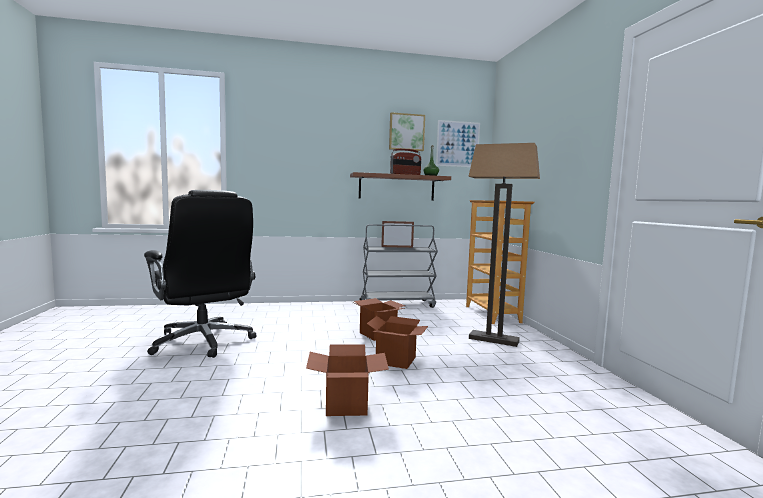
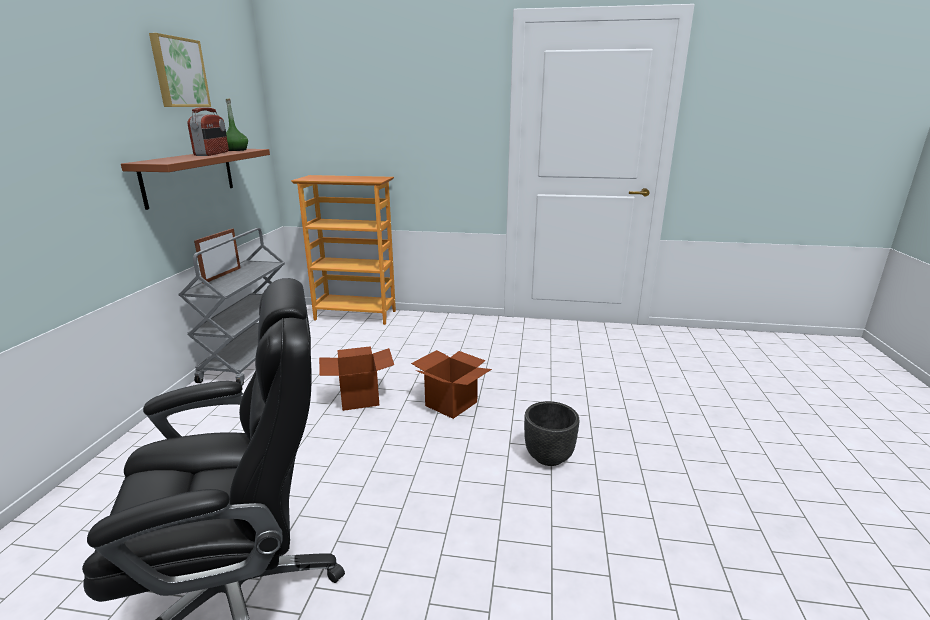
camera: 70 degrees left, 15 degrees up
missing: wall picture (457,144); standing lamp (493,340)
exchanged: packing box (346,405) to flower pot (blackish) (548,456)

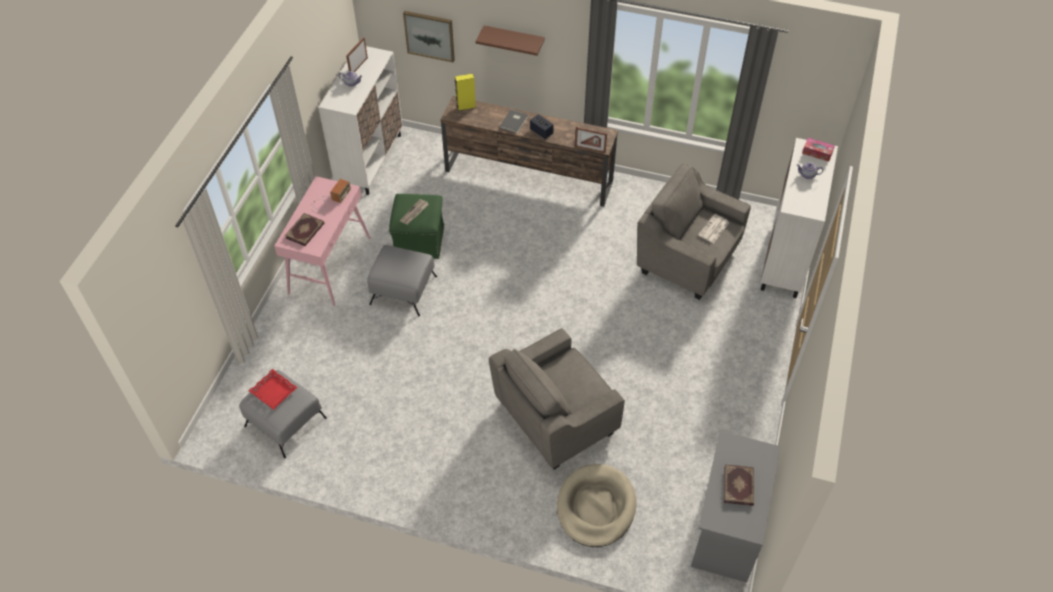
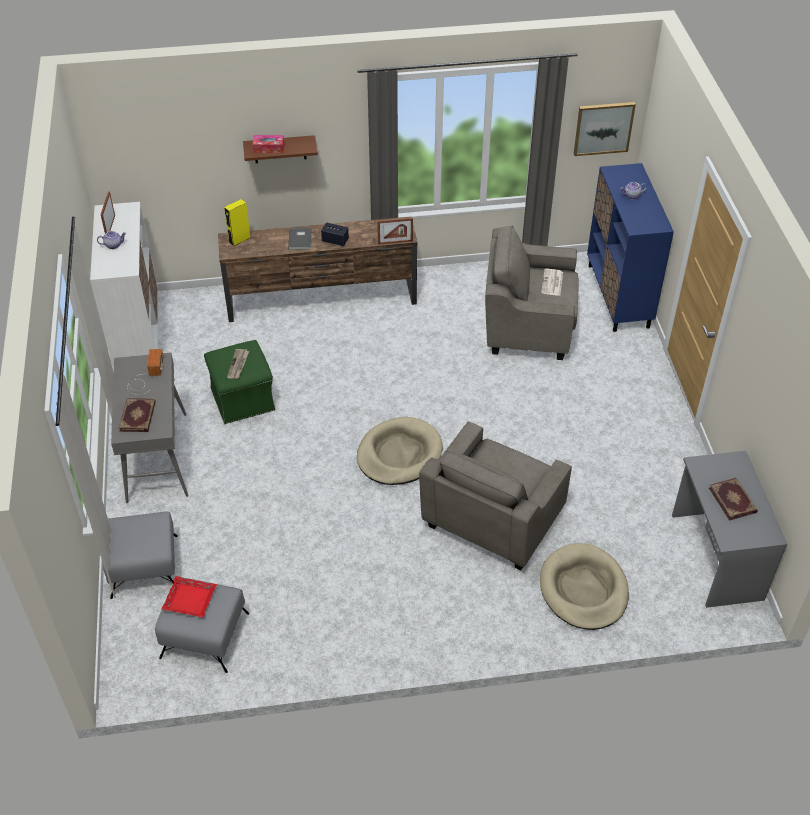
camera: 25 degrees left, 5 degrees down
appeared: pet bed (beige) (399,454)
relocated: footrest (gray) (403,290) to (144,566); wall picture (429,35) to (603,128); tissue box (817,153) to (269,148)
colour: hall table (pink) (329,265) to hall table (gray) (156,457); storage cabinet (whitish) (785,258) to storage cabinet (blue) (618,296)

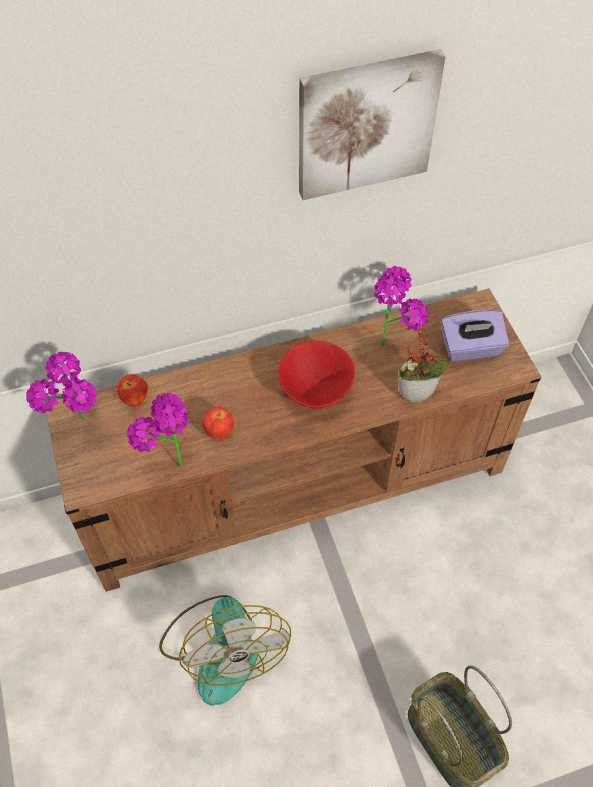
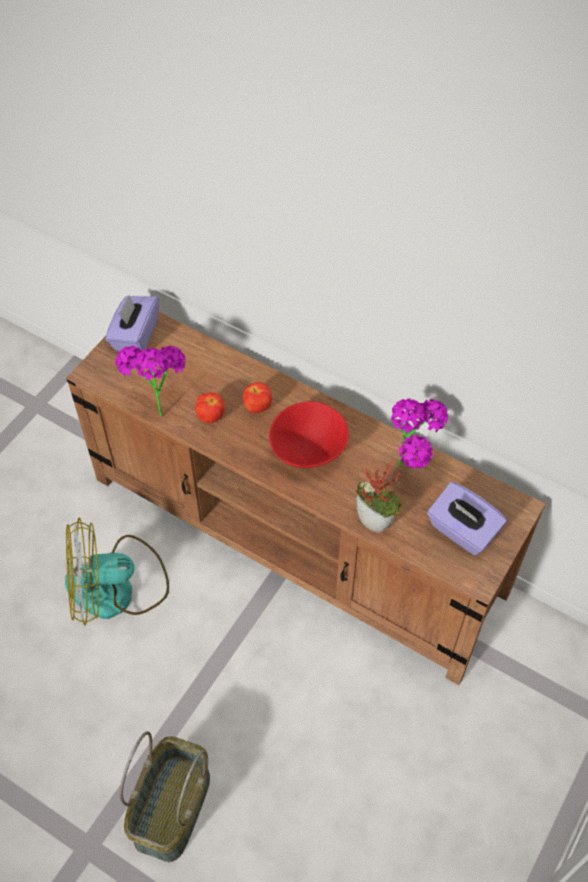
camera: 50 degrees right, 0 degrees up
missing: wall picture (365,124)
relocated: apple (135,400) to (257,408)
exchanged: potted plant (79,430) to tissue box (purplish) (135,336)
spun: fan (222,648) = (116,588) 45 degrees clockwise

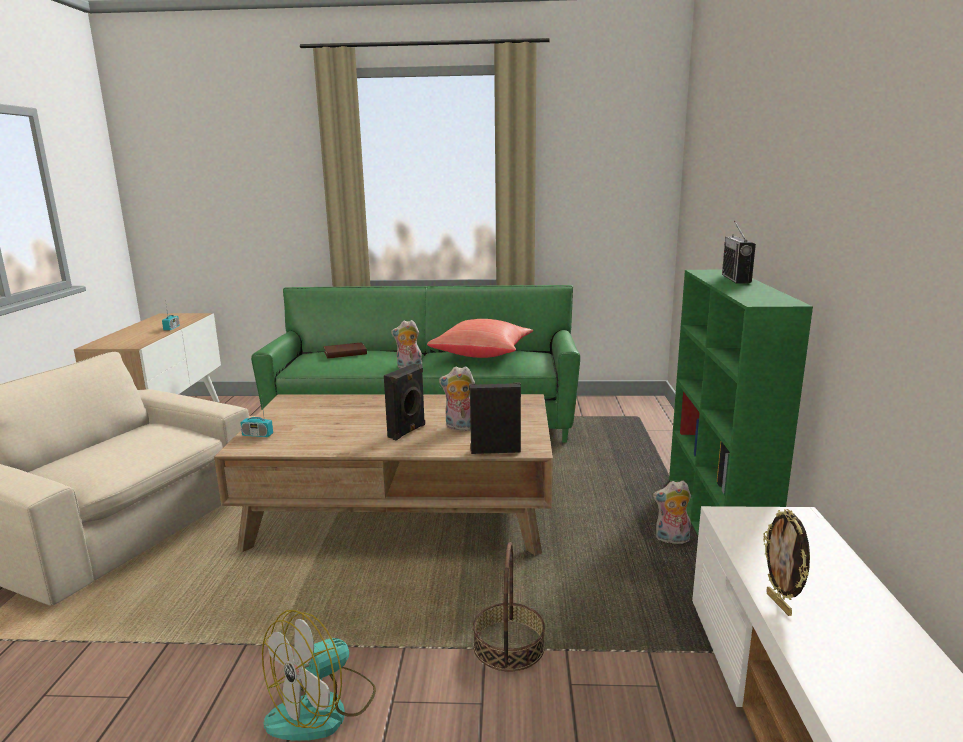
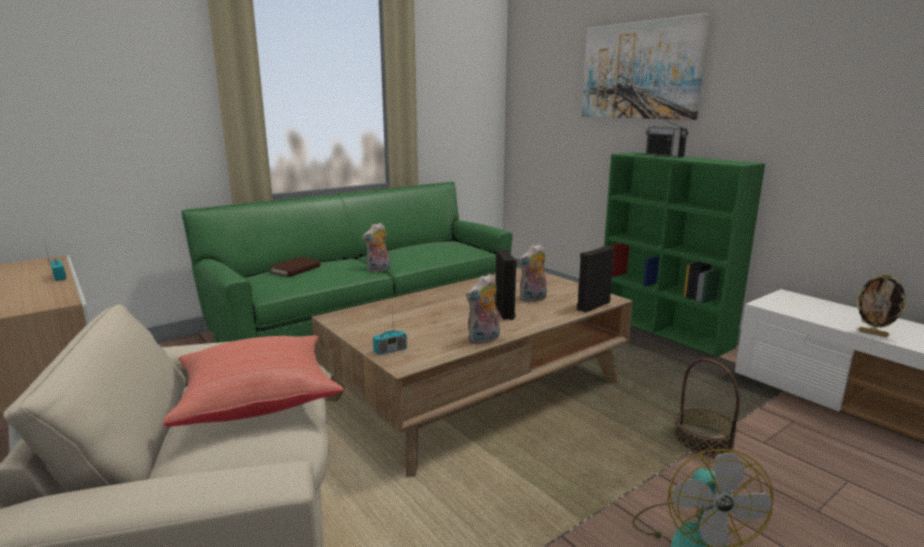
camera: 40 degrees left, 0 degrees up
appeared: wall picture (640,70)
relocated: throw pillow (reddish) (482,354) to (257,401); soft toy (671,540) to (484,340)

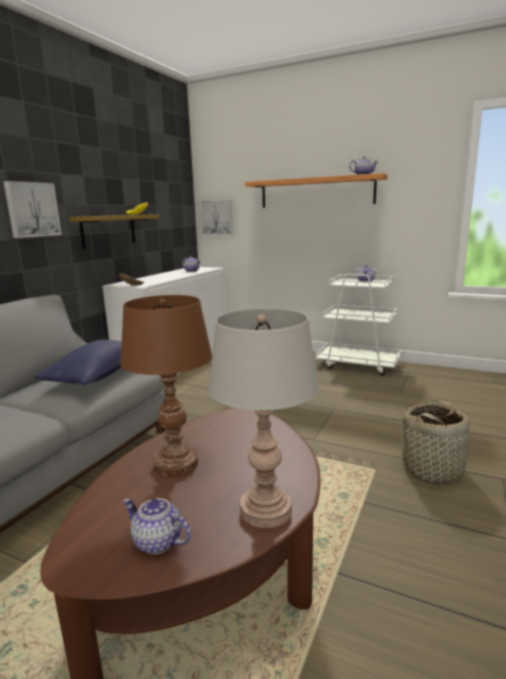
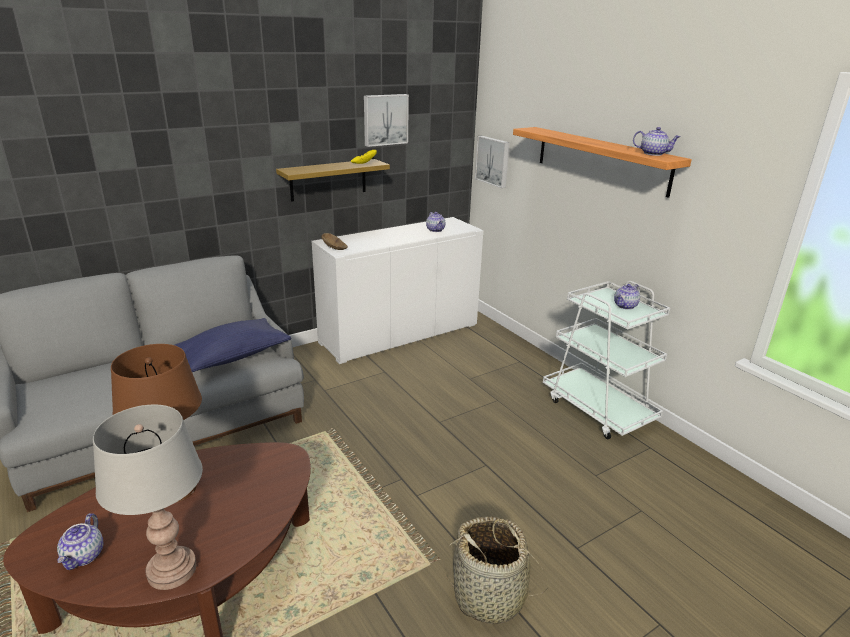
camera: 30 degrees right, 10 degrees up
relocated: wall picture (32,209) to (385,119)
spun: teapot (157,542) = (84,556) 150 degrees counterclockwise

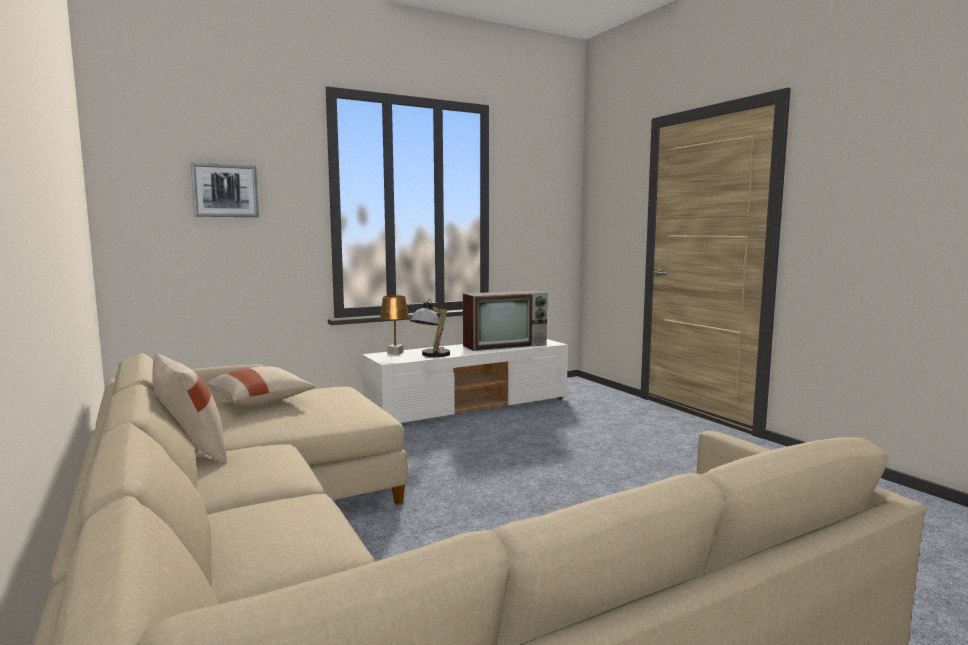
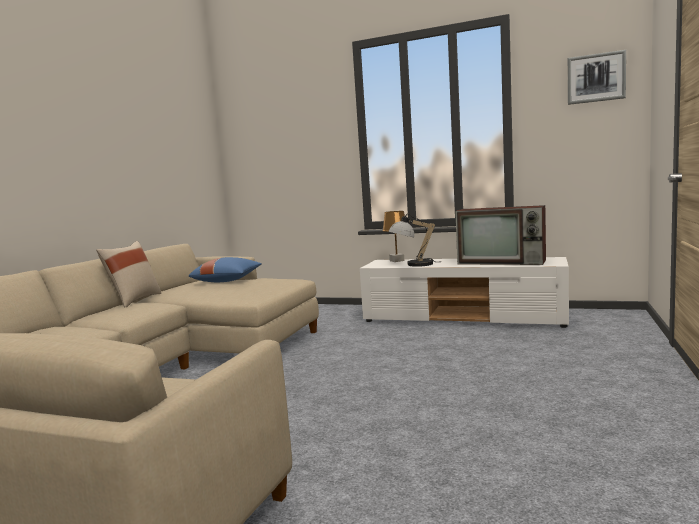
camera: 50 degrees right, 0 degrees up
relocated: wall picture (225,190) to (596,78)
colour: throw pillow (beige) (261,401) to throw pillow (blue) (228,281)

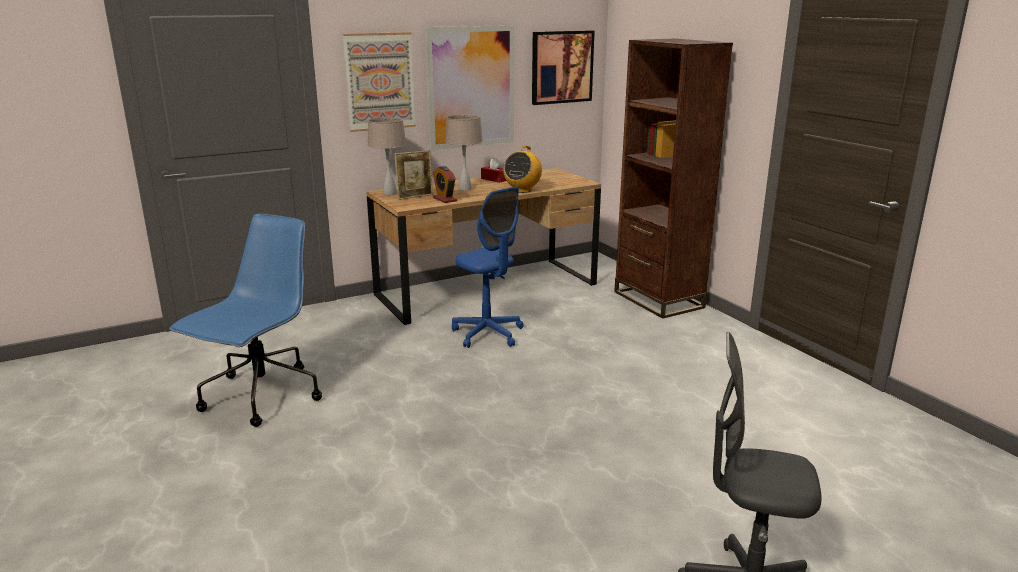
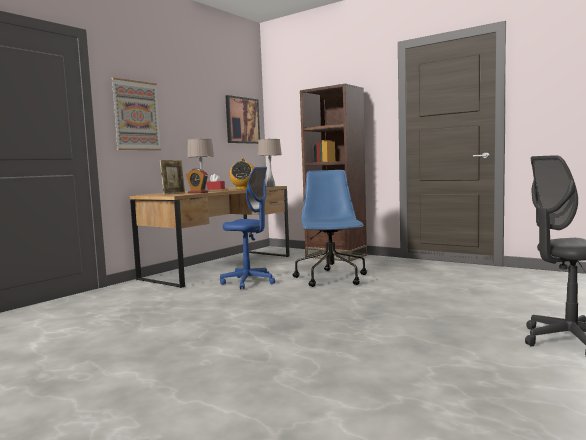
camera: 25 degrees left, 15 degrees down
missing: wall picture (471,87)
relocated: desk chair (blue) (261,397) to (331,278); lamp for a table (beige) (389,193) to (271,186)

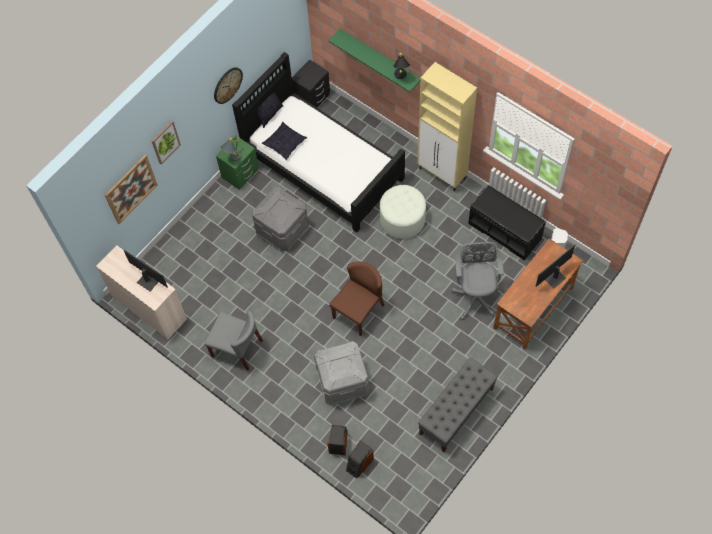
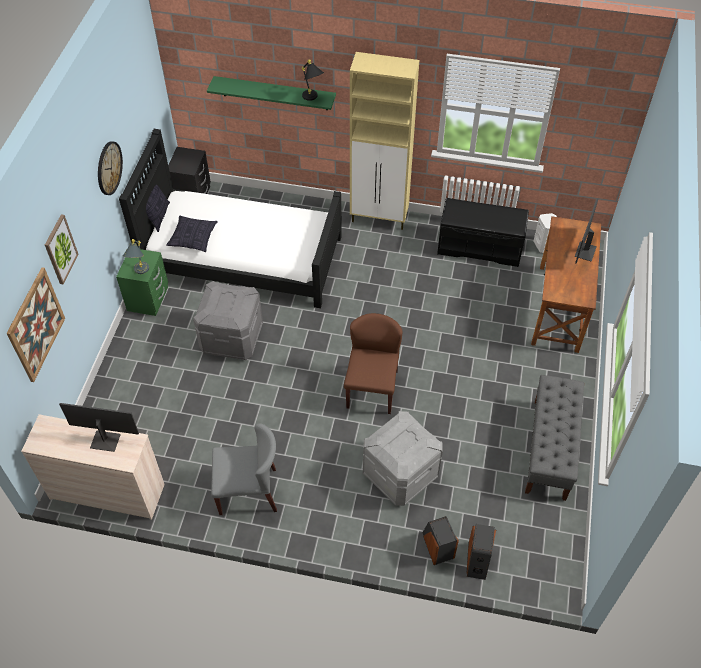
camera: 30 degrees left, 10 degrees down
missing: footrest (whitish) (402,219); desk chair (gray) (475,296)

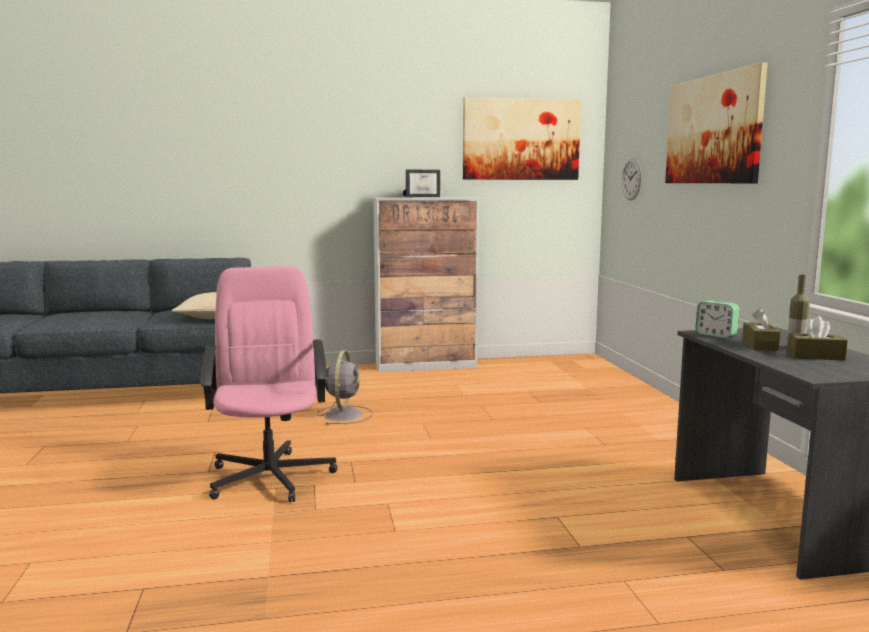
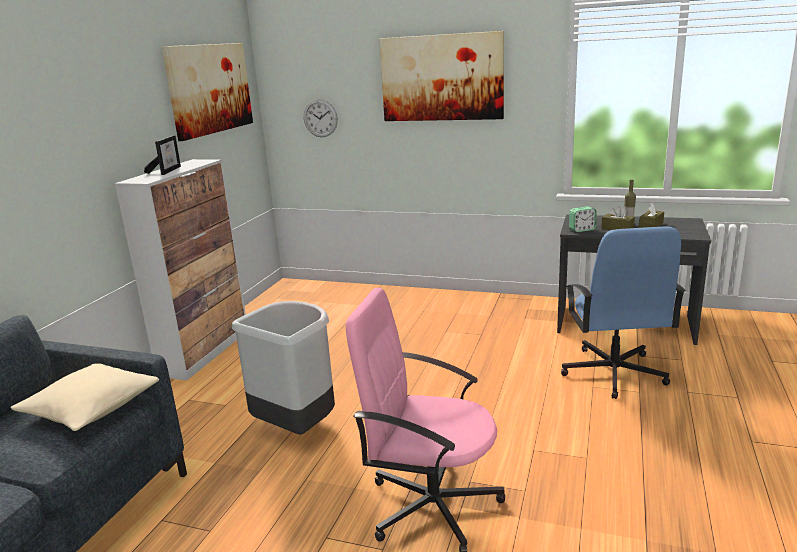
camera: 60 degrees left, 10 degrees up
appeared: desk chair (blue) (613,373)
exchanged: fan (gray) (344,415) to rubbish bin (gray) (297,428)

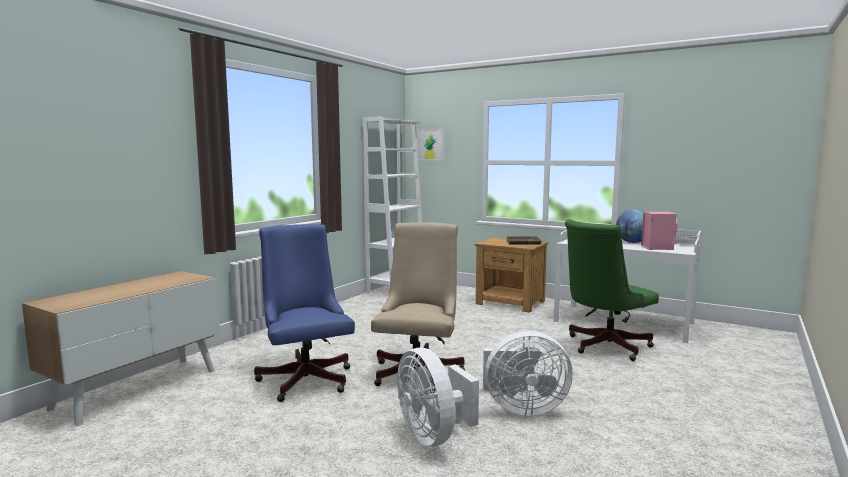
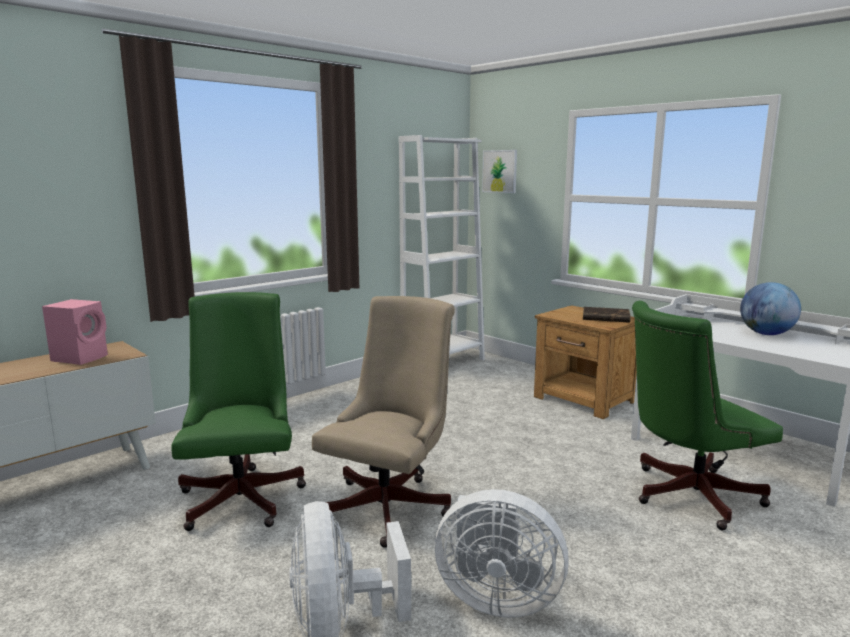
camera: 15 degrees right, 5 degrees up
relocated: loudspeaker (pink) (657,248) to (81,358)
colour: desk chair (blue) (306,377) to desk chair (greenish) (243,494)

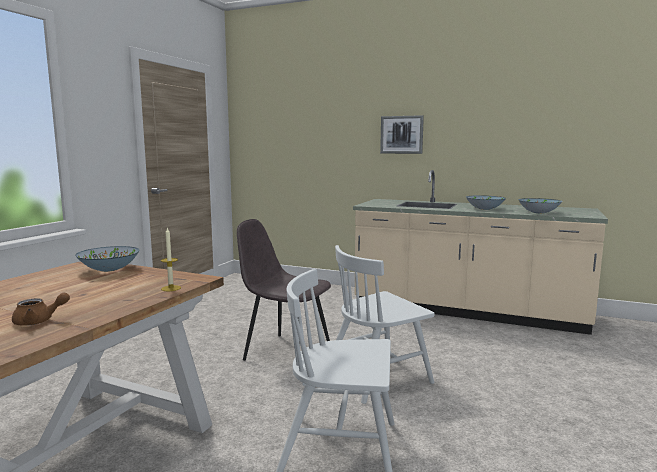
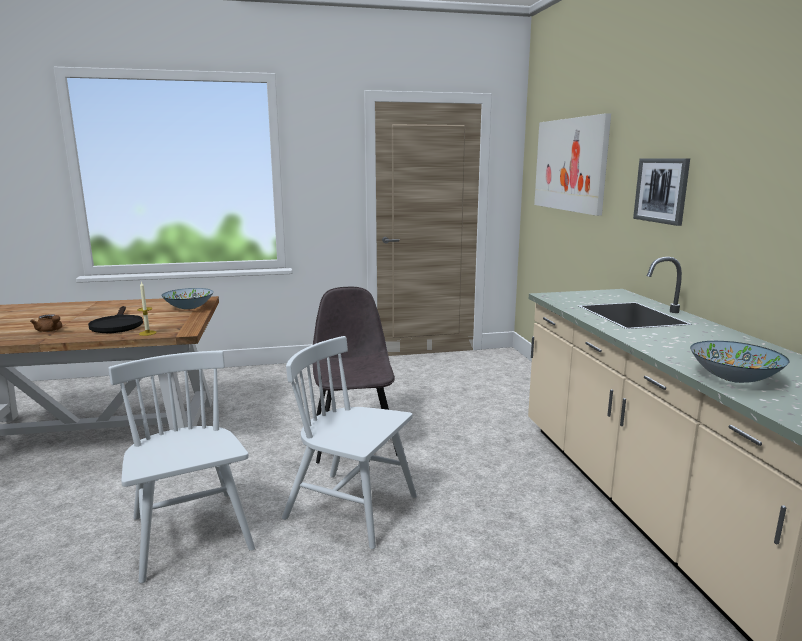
camera: 55 degrees right, 5 degrees up
missing: deep dish (485,209)
appeared: pan (blackish) (117,325); wall picture (570,164)

